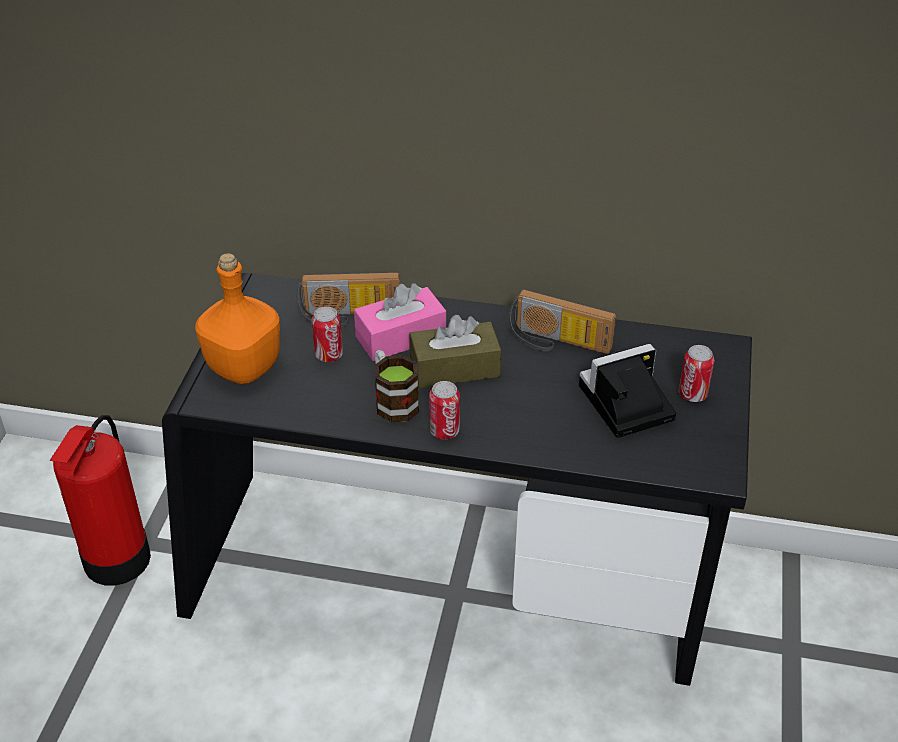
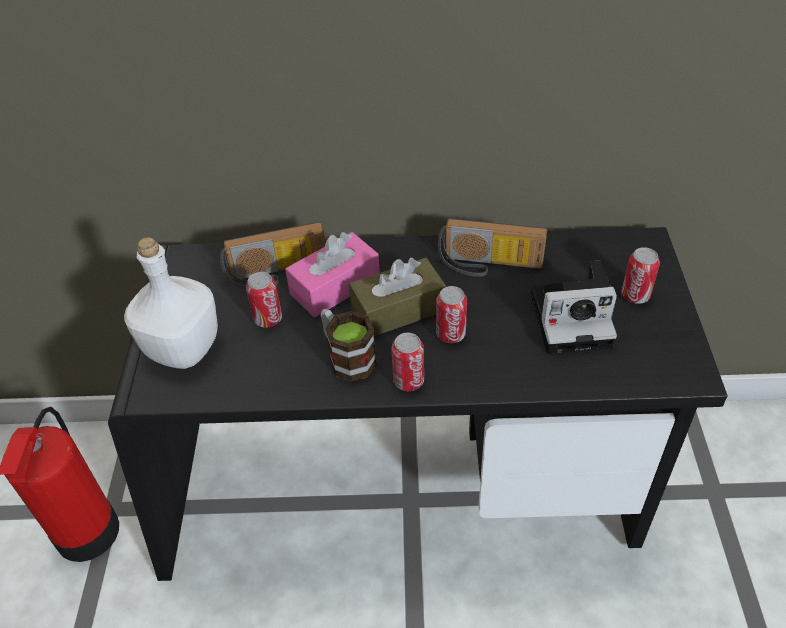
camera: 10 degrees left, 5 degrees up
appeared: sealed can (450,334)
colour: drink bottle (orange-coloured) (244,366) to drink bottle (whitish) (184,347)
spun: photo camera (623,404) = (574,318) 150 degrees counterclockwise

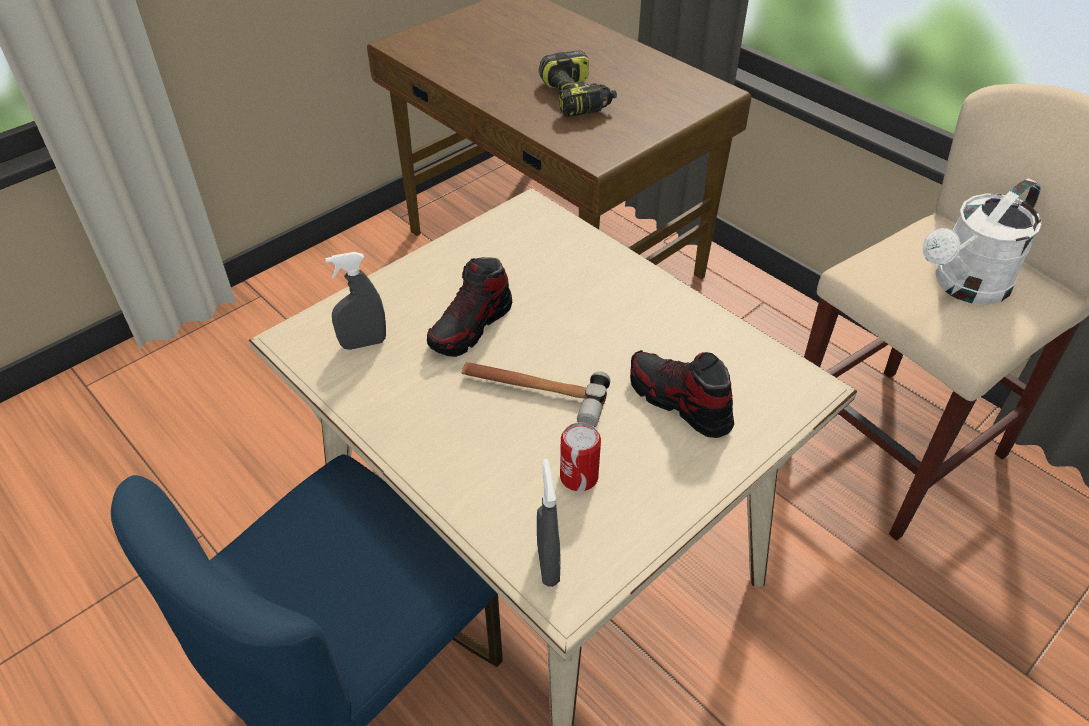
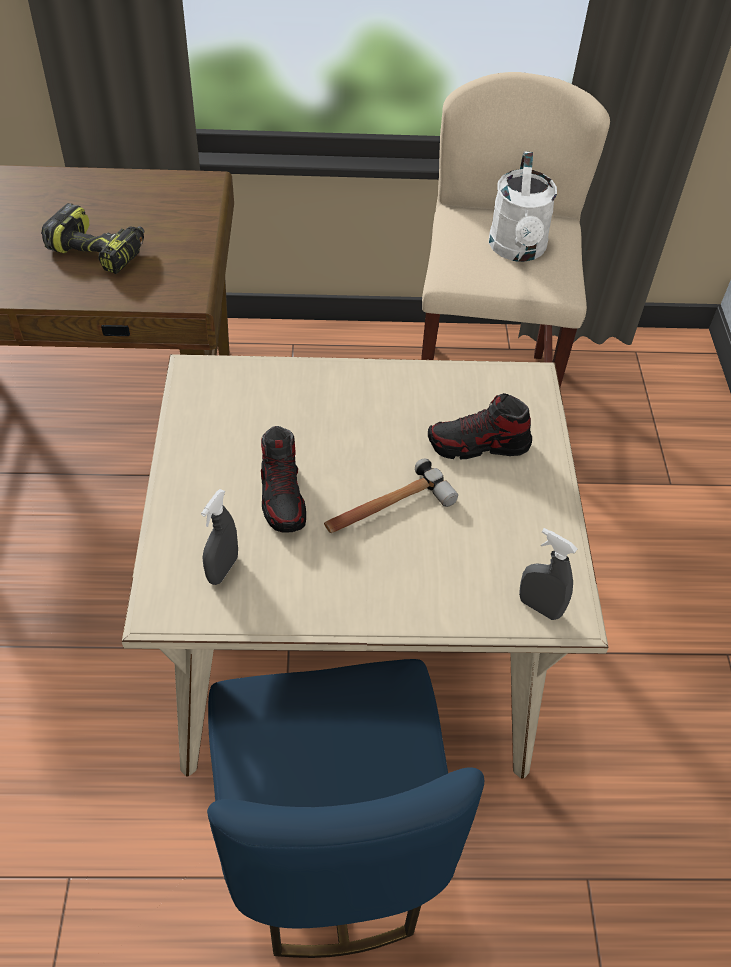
camera: 50 degrees left, 5 degrees up
missing: sealed can (579,477)

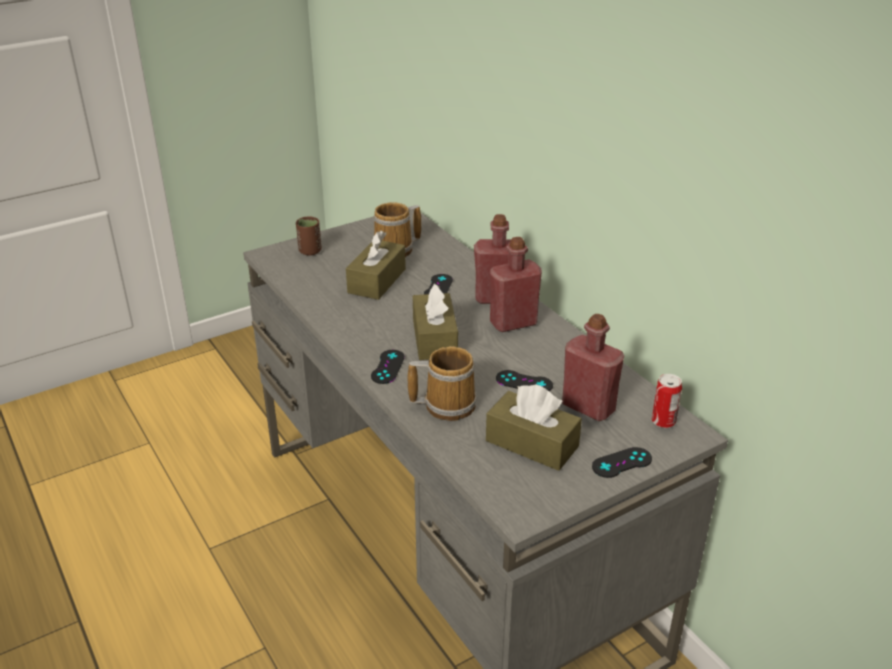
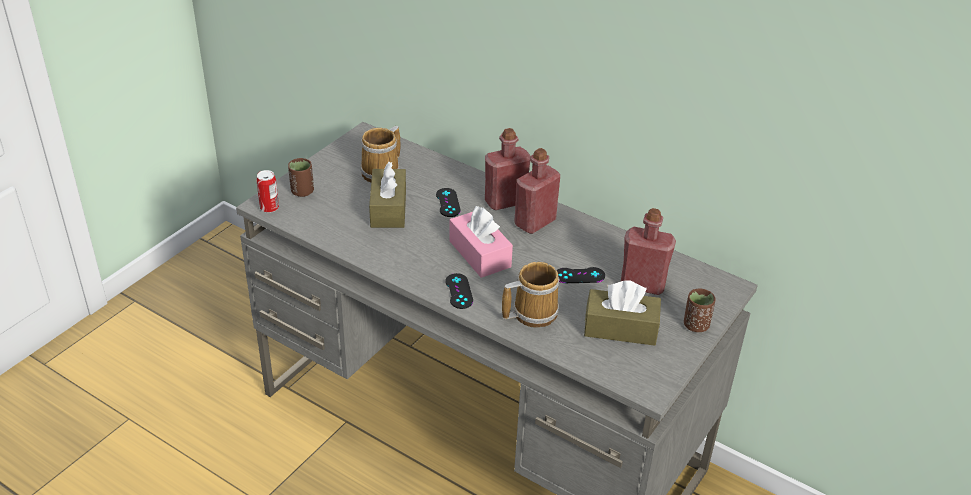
camera: 25 degrees left, 5 degrees up
relocated: sealed can (663,421) to (269,207)
exchanged: joypad (blackish) (622,463) to small cup (brownish) (696,325)
colour: tissue box (brownish) (434,338) to tissue box (pink) (480,254)

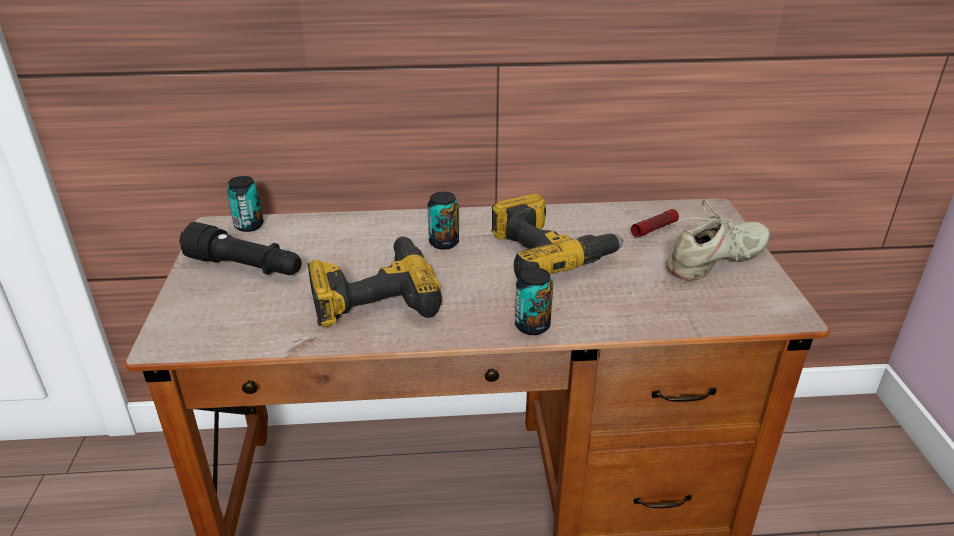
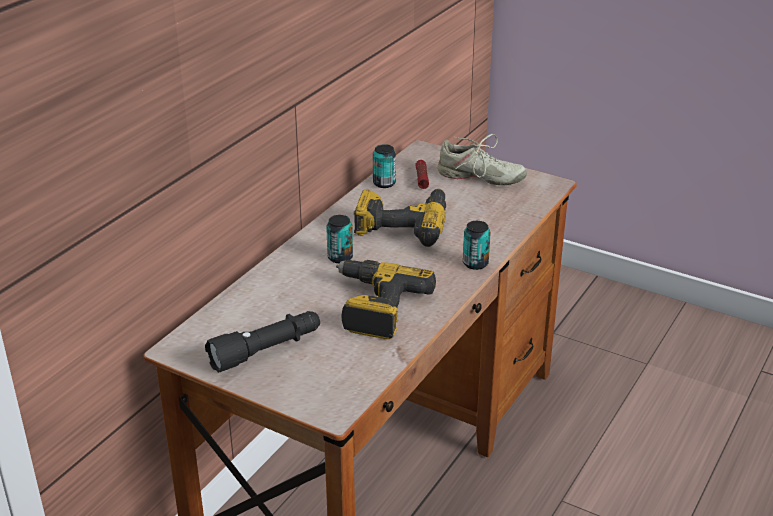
camera: 55 degrees left, 0 degrees up
relocated: sealed can (249,225) to (384,183)
spun: shoe (beige) (716,261) = (480,177) 105 degrees clockwise

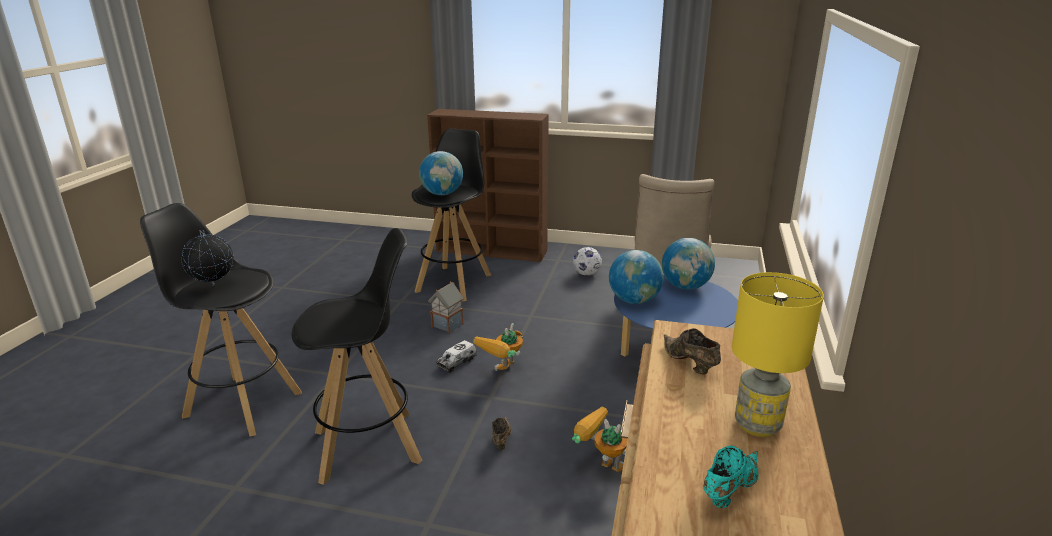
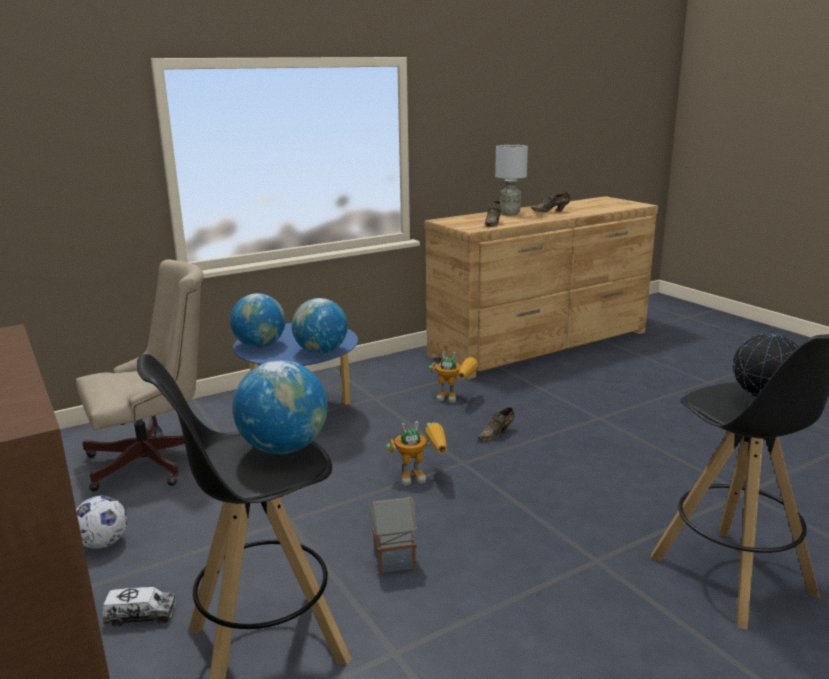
camera: 135 degrees left, 5 degrees down
missing: stool (blackish) (369,446)
relocated: toy lorry (457,362) to (141,615)
colour: shoe (blue-green) (728,490) to shoe (brownish) (551,211); lamp for a table (yellow) (758,425) to lamp for a table (gray) (509,214)
spun: robot figure (601,467) = (456,398) 60 degrees counterclockwise

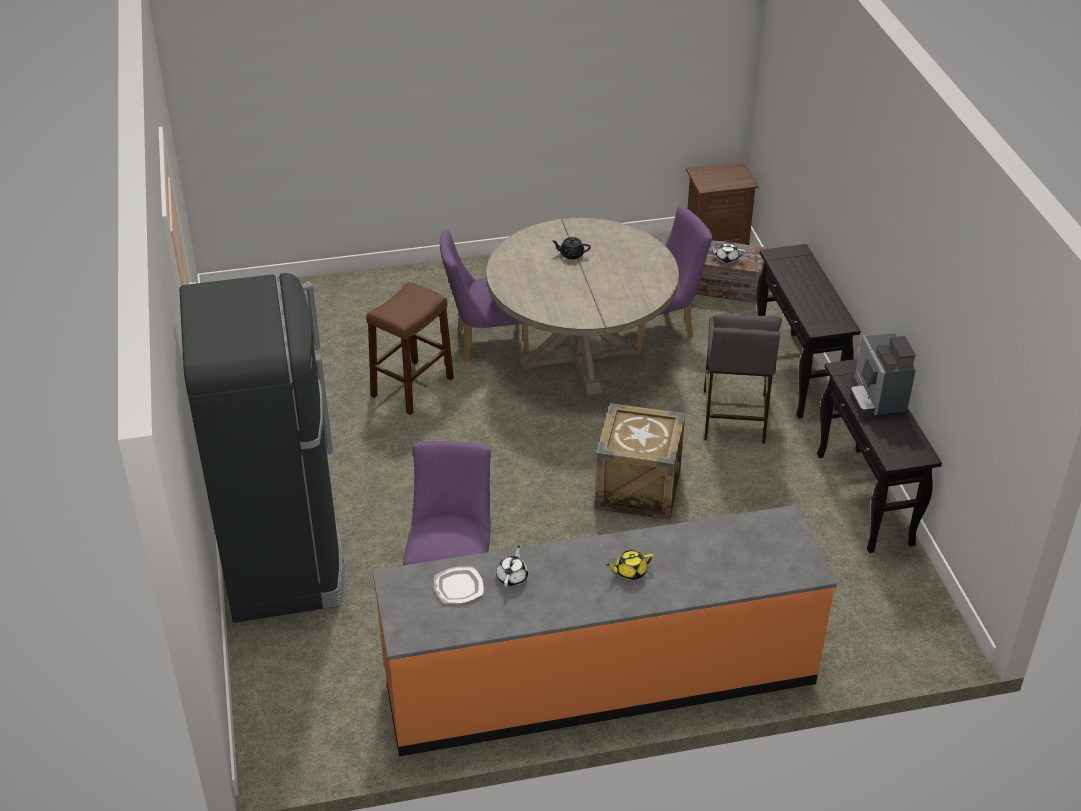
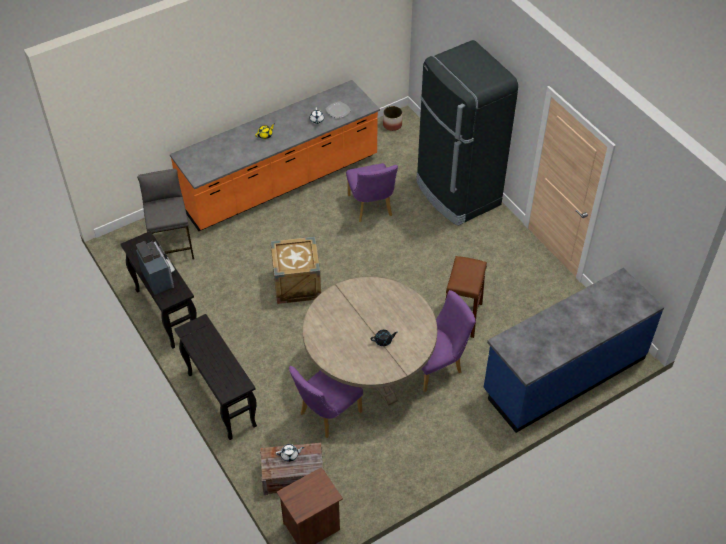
camera: 160 degrees right, 10 degrees up
appeared: flower pot (392,125); kitchen base unit (blue) (563,374)
relocated: stool (gray) (734,416) to (172,245)

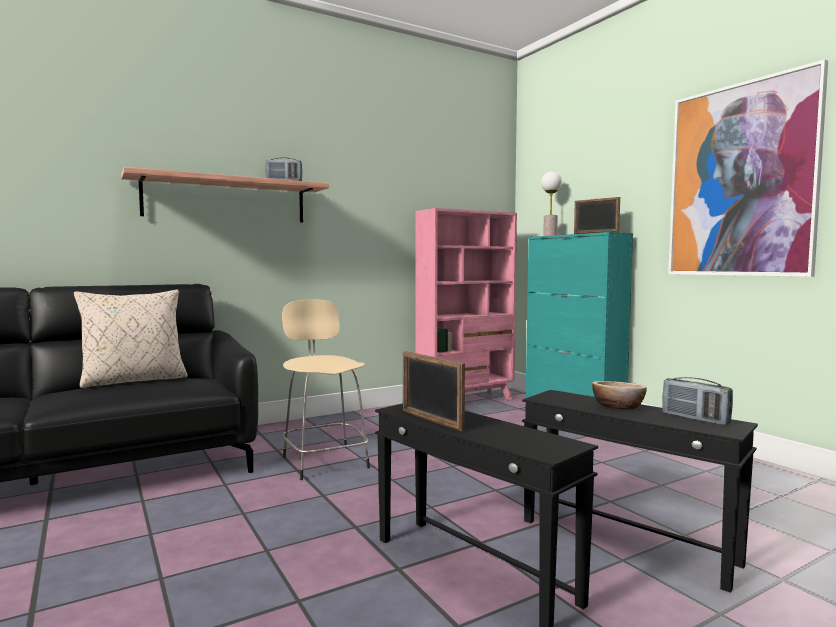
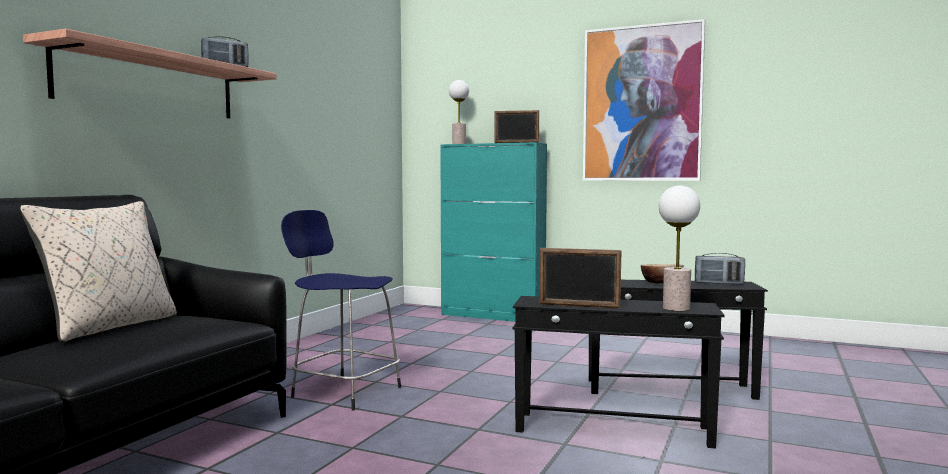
camera: 35 degrees left, 0 degrees up
missing: bookcase (pink) (466,401)
appeared: lamp for a table (676,308)
colour: stool (beige) (324,461) to stool (blue) (344,391)

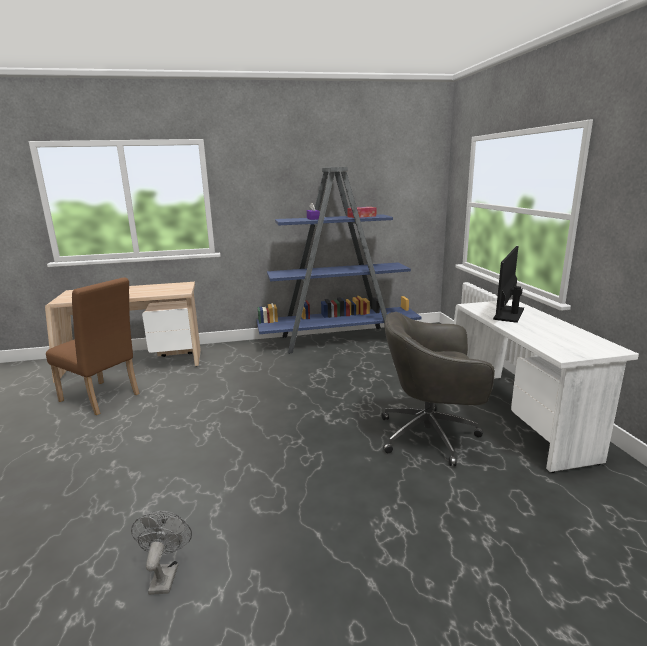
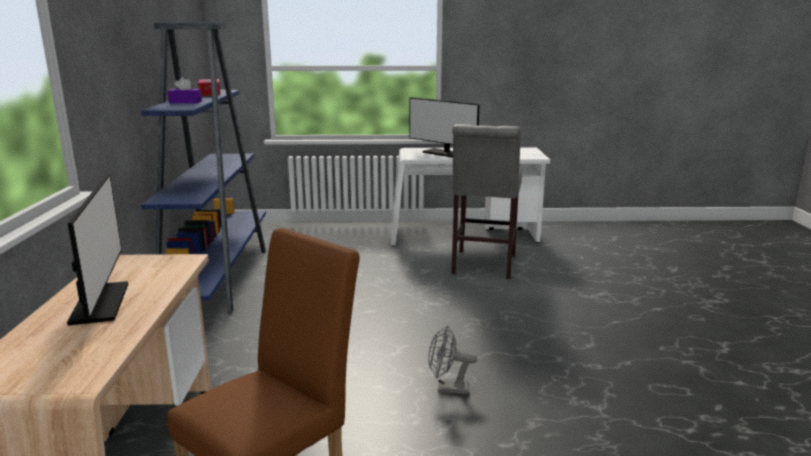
camera: 80 degrees left, 0 degrees up
appeared: computer display (100,303)
relocated: fan (gray) (165,574) to (447,389)
exchanged: desk chair (gray) (431,435) to stool (gray) (483,266)

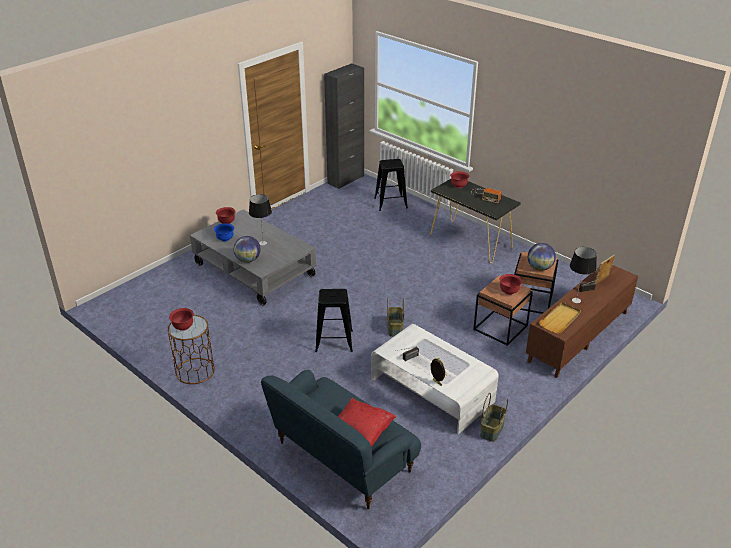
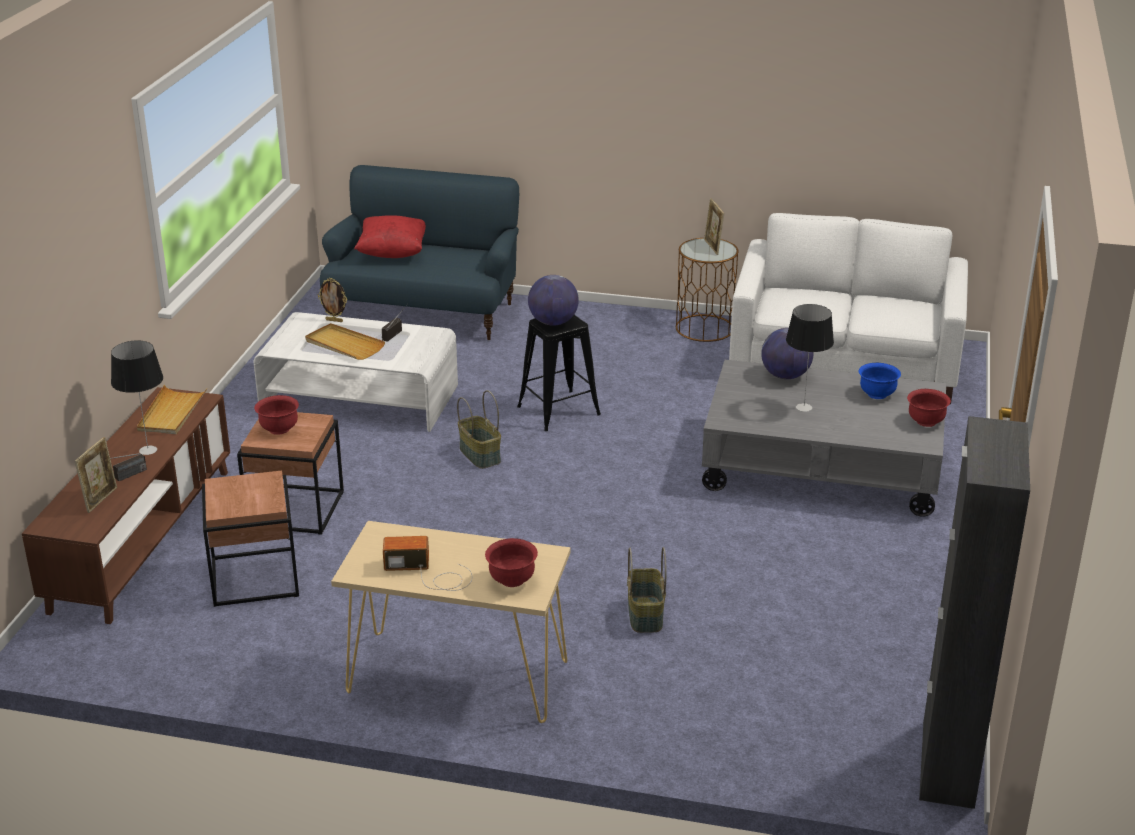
camera: 150 degrees right, 5 degrees down
missing: stool (blackish) (390,203)
appeared: tray (beige) (344,345); settee (whitish) (844,361)
relocated: household basket (492,430) to (644,614); desk globe (539,268) to (553,322)
exchanged: deep dish (reddish) (183,327) to photo frame (712,247)
colour: hall table (blackish) (471,241) to hall table (beige) (456,676)

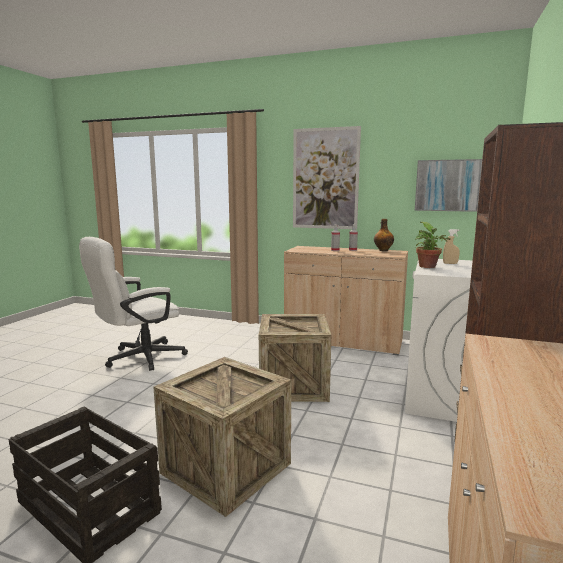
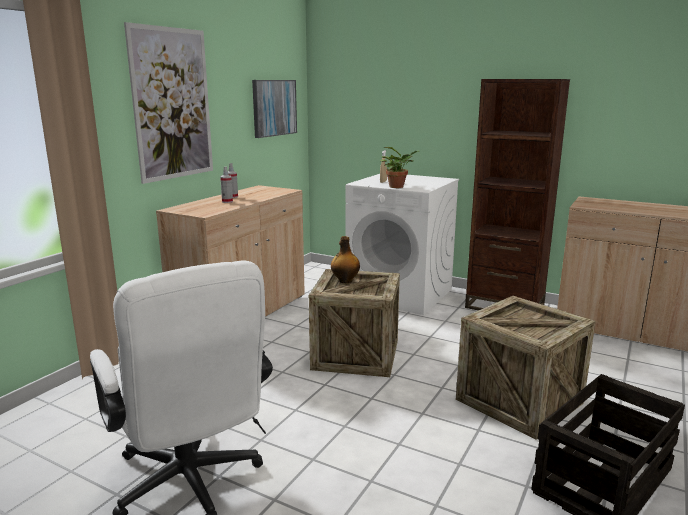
camera: 80 degrees left, 5 degrees up
relocated: drink bottle (383,250) to (345,281)

